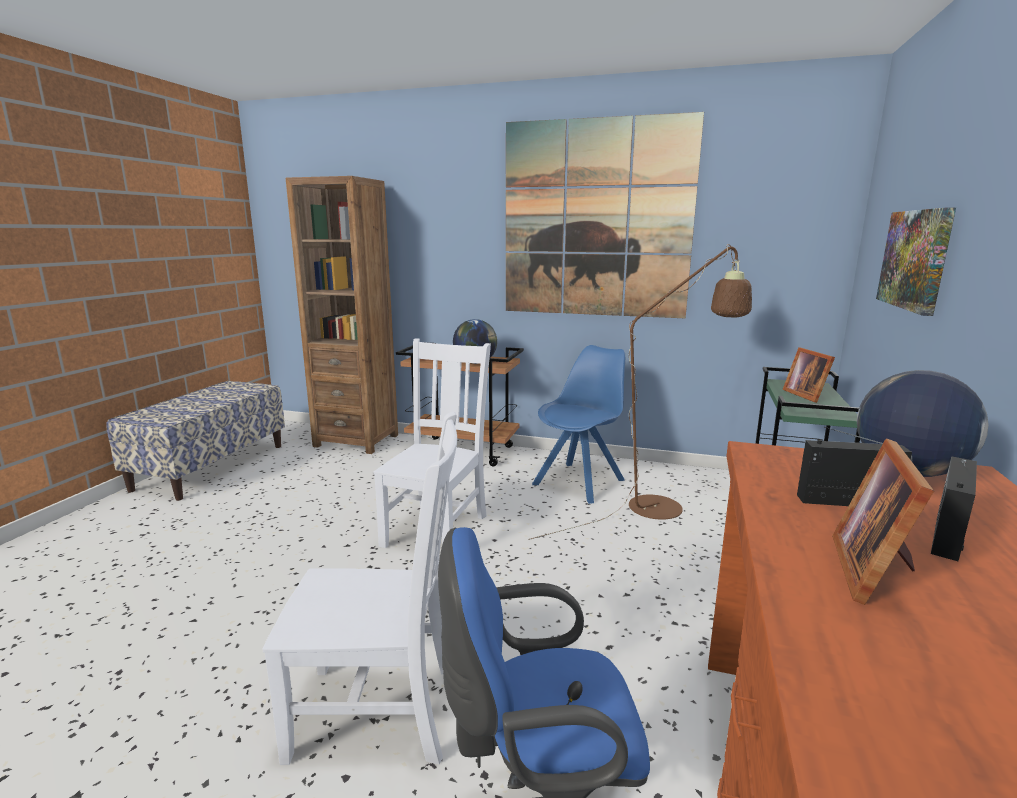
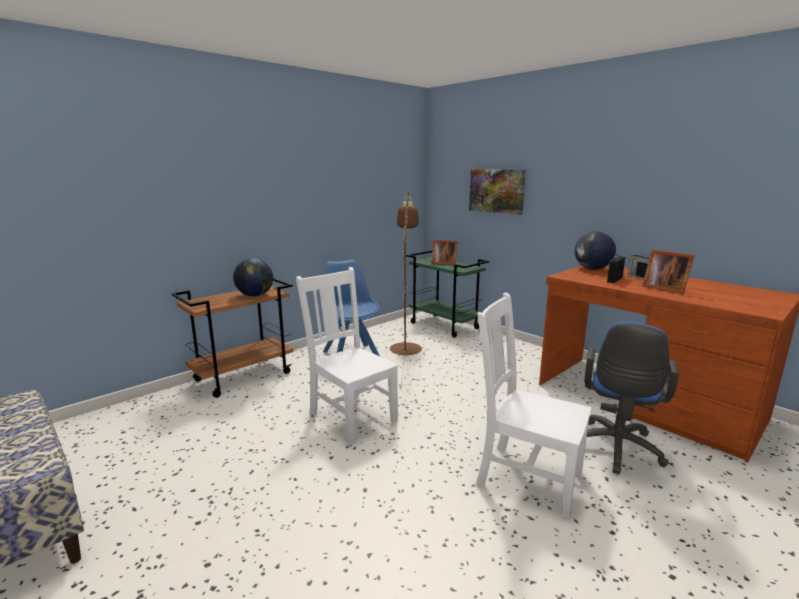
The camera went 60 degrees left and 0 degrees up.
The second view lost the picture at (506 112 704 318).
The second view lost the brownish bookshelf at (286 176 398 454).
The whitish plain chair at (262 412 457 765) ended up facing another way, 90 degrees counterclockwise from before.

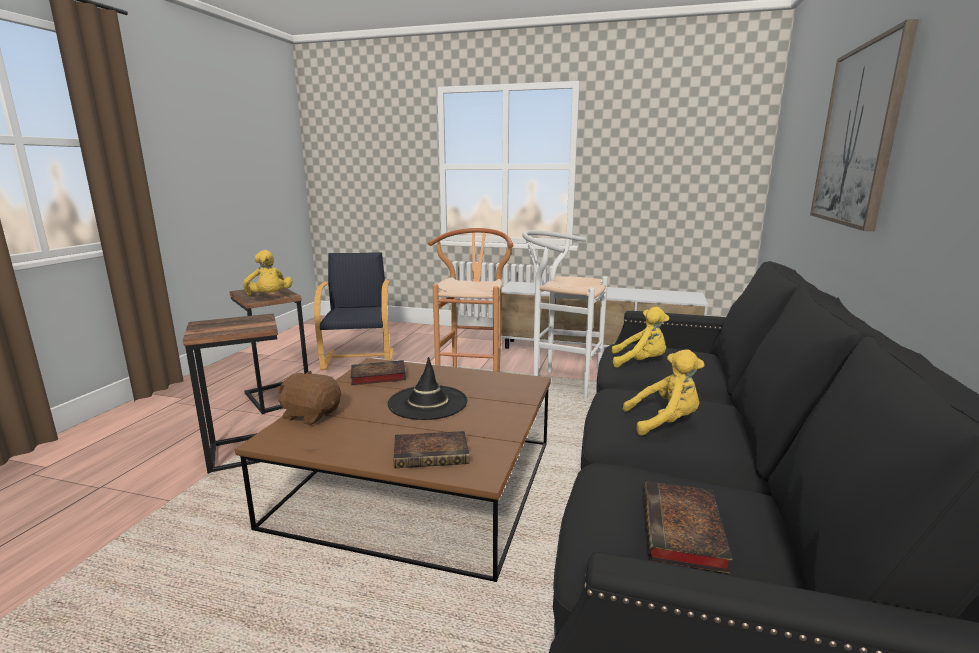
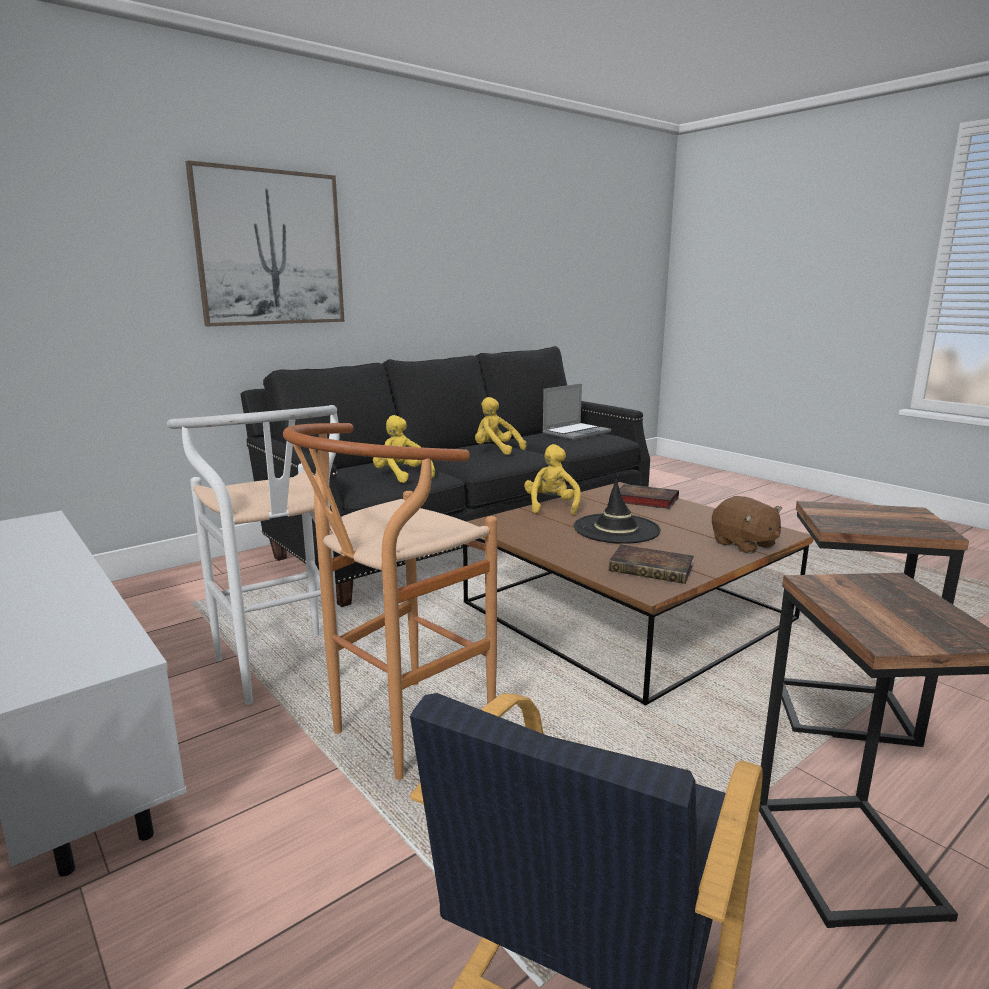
The camera went 145 degrees left and 0 degrees up.
The yellowish plush toy ended up elsewhere, having gone from (243 250 293 296) to (524 444 581 515).
Where the book stood at (643 481 733 574), the portable computer came to stand at (542 383 611 440).

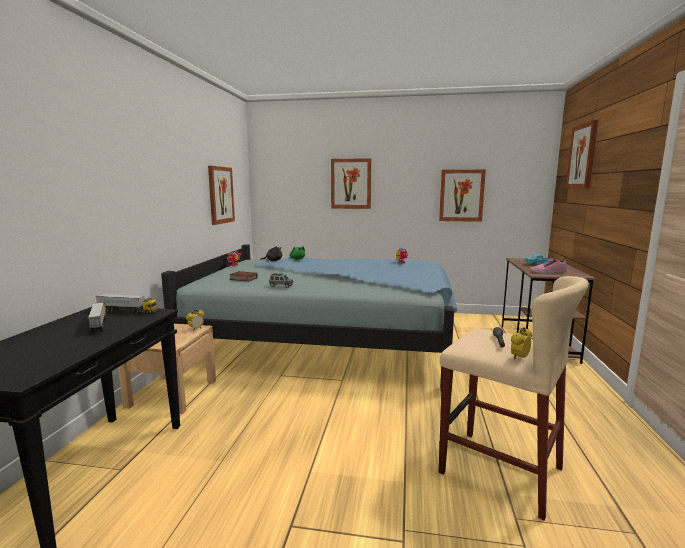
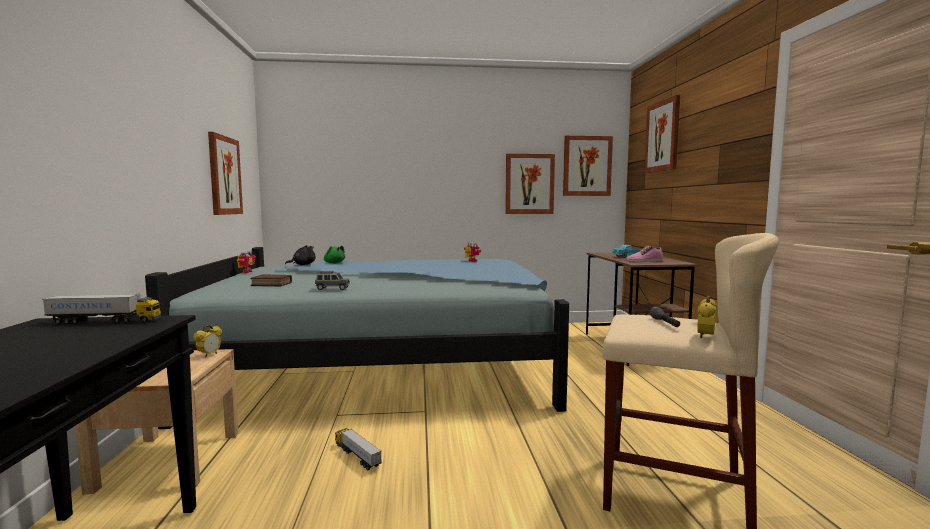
The camera went 15 degrees left and 5 degrees down.
The picture ended up elsewhere, having gone from (331 158 371 209) to (563 136 613 196).
The model truck ended up elsewhere, having gone from (88 302 107 333) to (335 428 382 470).

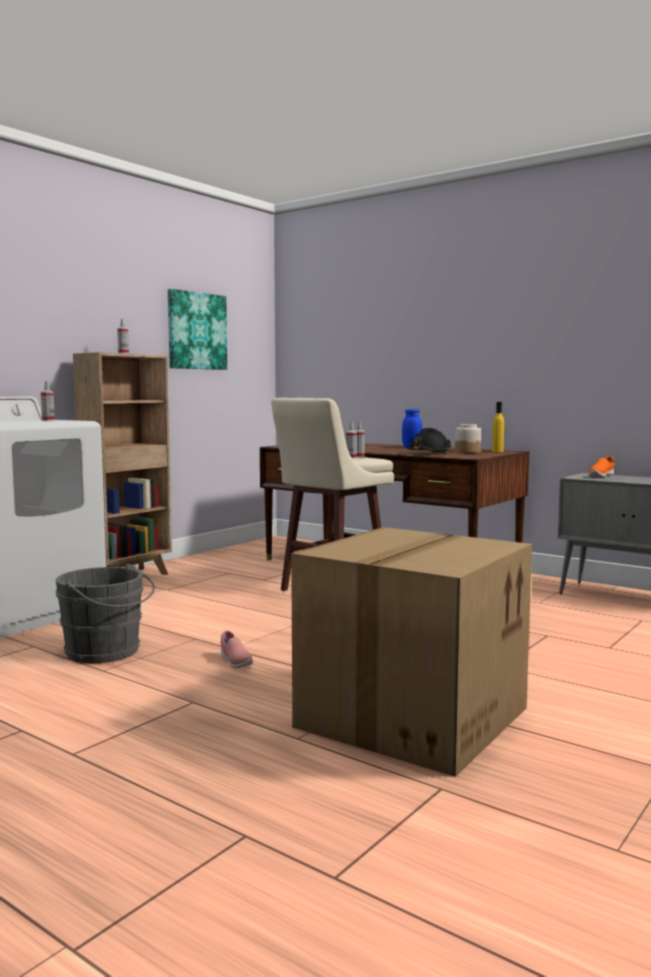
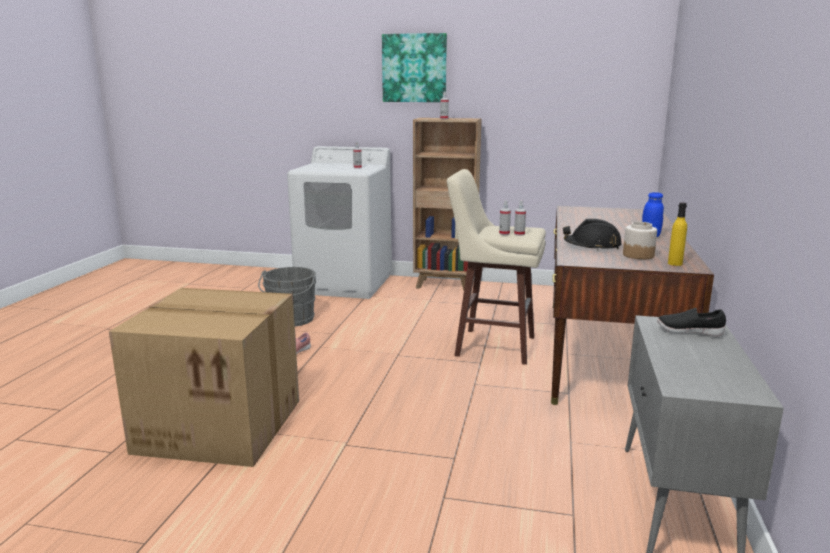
The camera went 65 degrees right and 10 degrees up.
The picture ended up elsewhere, having gone from (168 289 227 370) to (382 33 447 102).
What was the orangey shoe at (589 456 614 477) turned into the black-coloured shoe at (657 308 726 336).

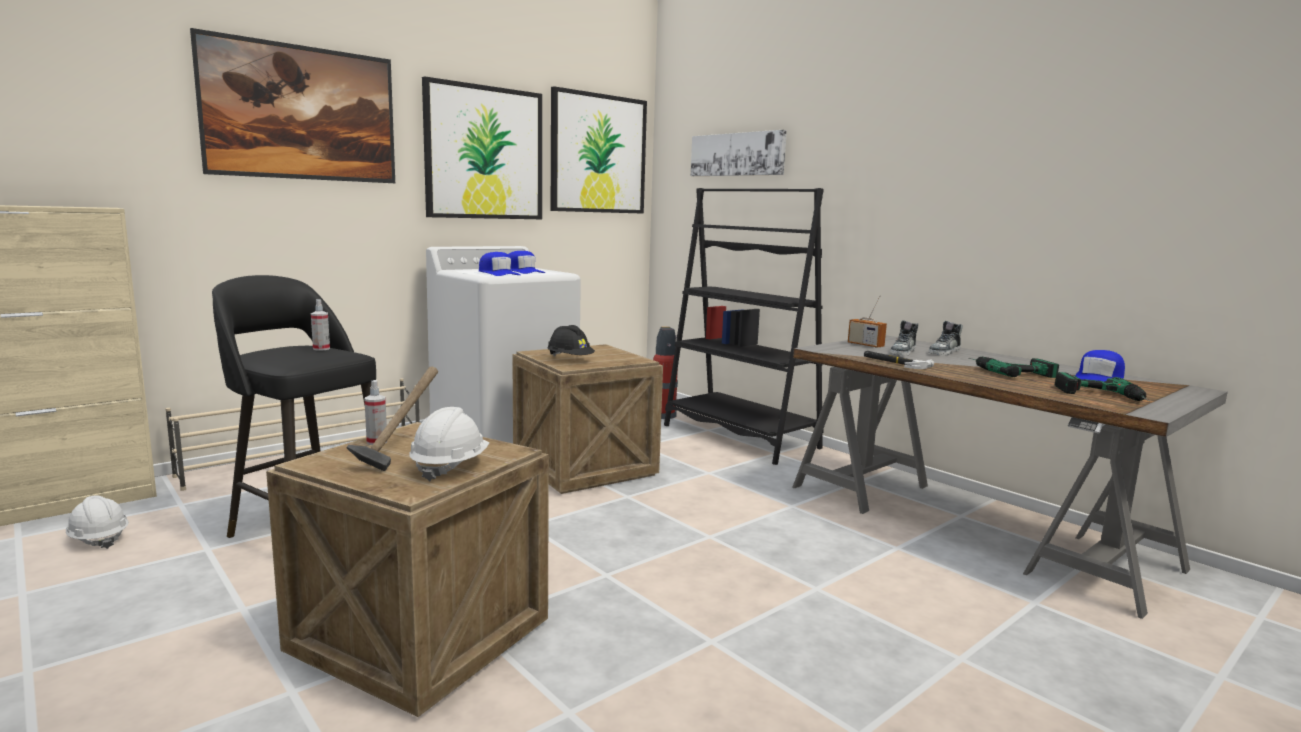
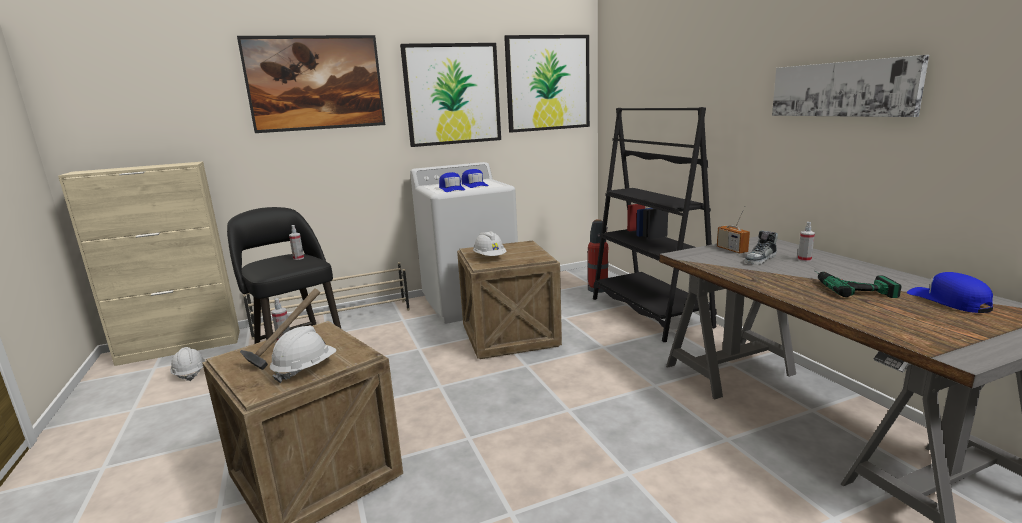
The camera went 20 degrees right and 5 degrees up.
The picture ended up elsewhere, having gone from (691 130 787 176) to (772 55 929 117).
Where the shoe stood at (929 321 963 356), the spray bottle came to stand at (798 222 815 262).
What was the black-coloured hard hat at (547 325 595 357) turned into the whitish hard hat at (473 231 507 256).
The blue baseball cap at (1075 350 1125 381) ended up facing another way, 105 degrees clockwise from before.
The second view lost the hammer at (864 351 934 369).
The second view lost the drill at (1055 372 1150 401).

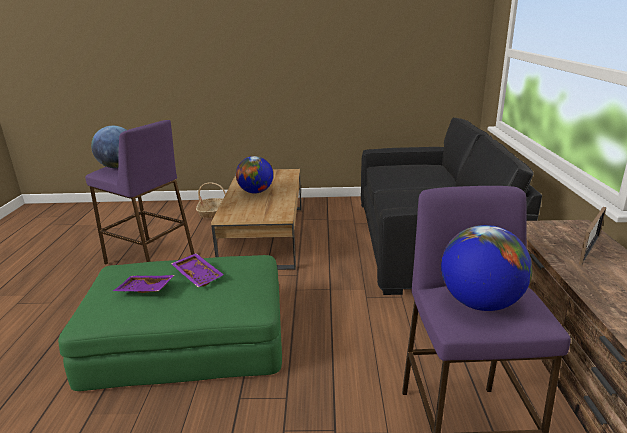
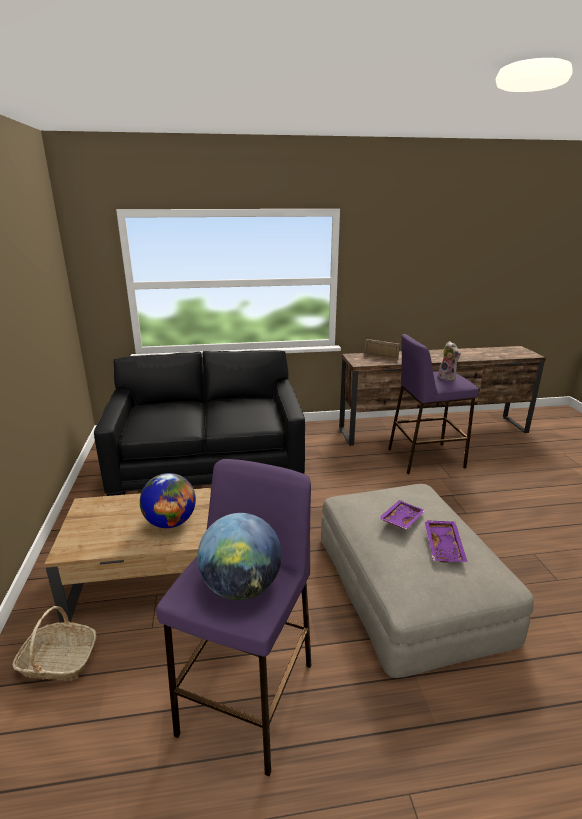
The camera went 100 degrees left and 0 degrees up.
Where the world globe stood at (441 225 532 311), the plush toy came to stand at (437 341 461 381).
What was the green-coloured ottoman at (58 255 282 391) turned into the sand-coloured ottoman at (321 484 534 678).

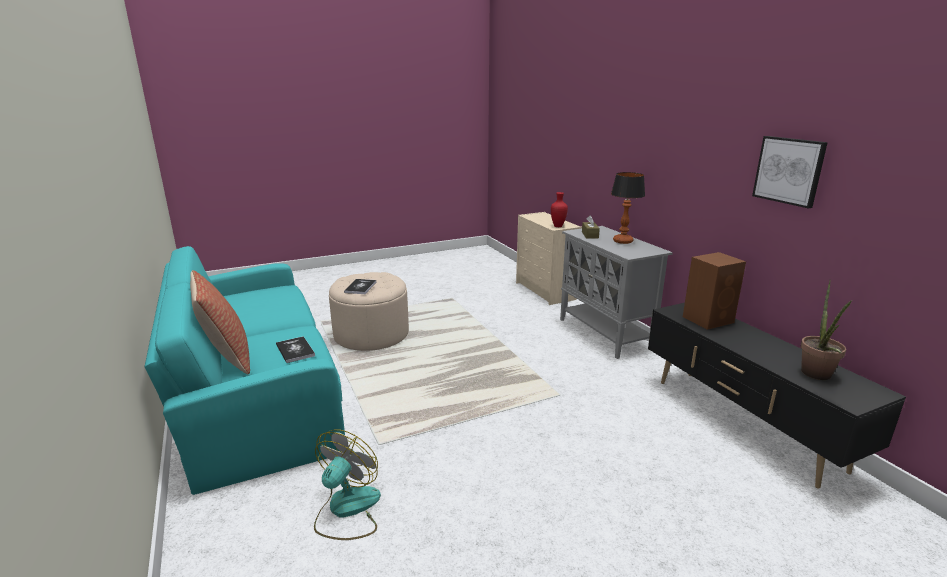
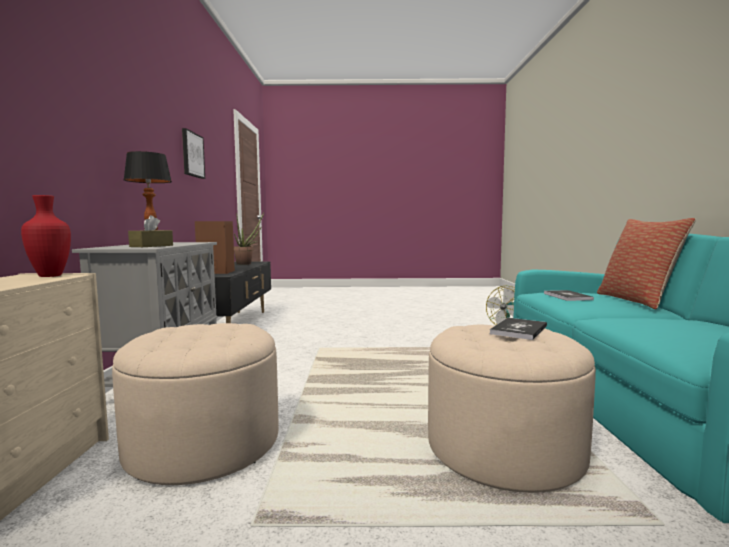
The camera went 155 degrees left and 15 degrees down.
The second view gained the sand-coloured ottoman at (112 323 278 485).

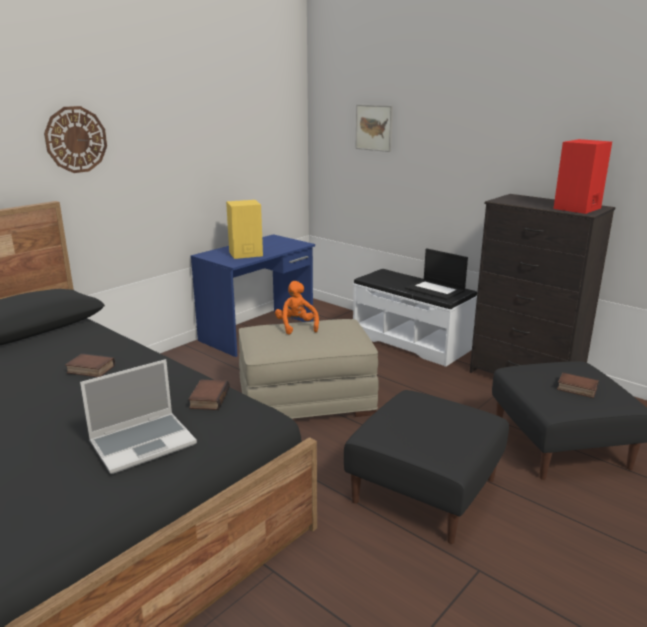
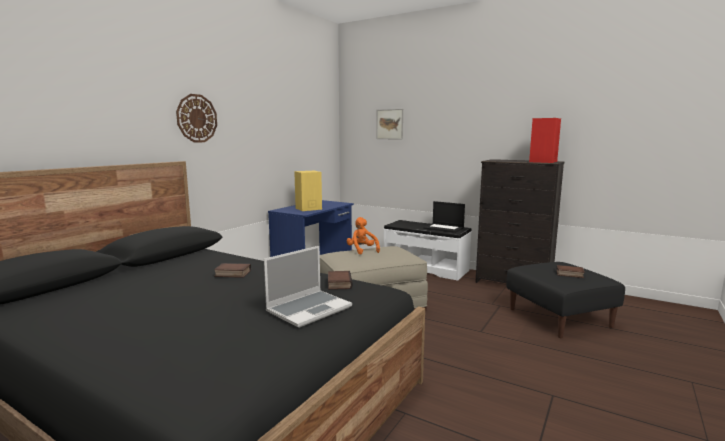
The camera went 10 degrees left and 10 degrees down.
The second view lost the black-coloured ottoman at (344 390 509 544).

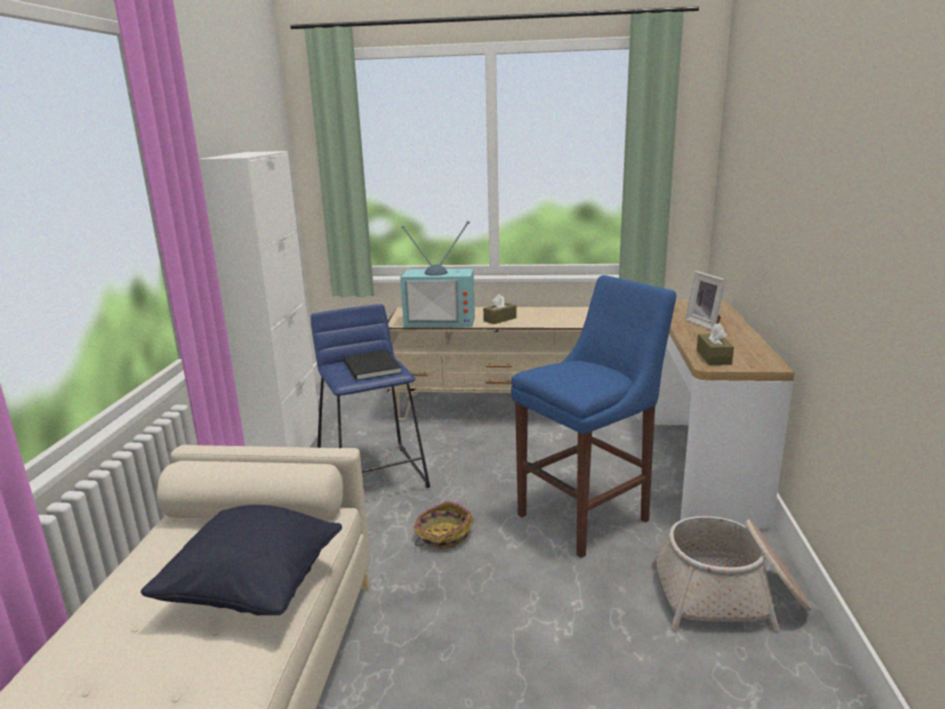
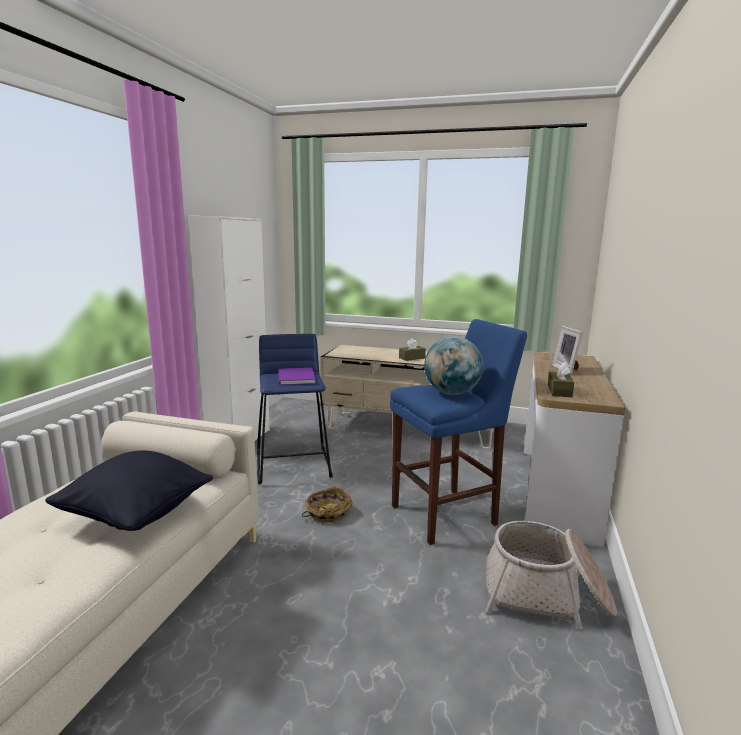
The camera went 10 degrees right and 5 degrees down.
The second view lost the TV at (400 221 475 327).
What was the black-coloured book at (343 350 402 381) turned into the purple book at (279 368 316 385).
The second view gained the world globe at (424 336 484 395).

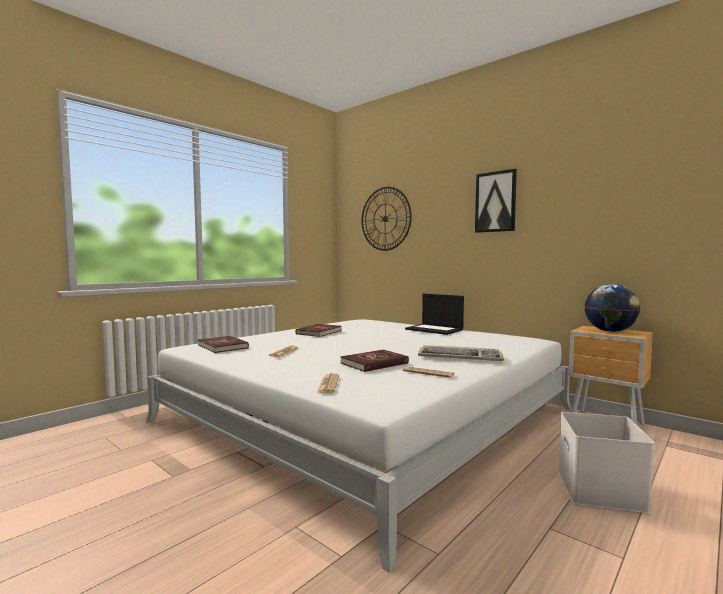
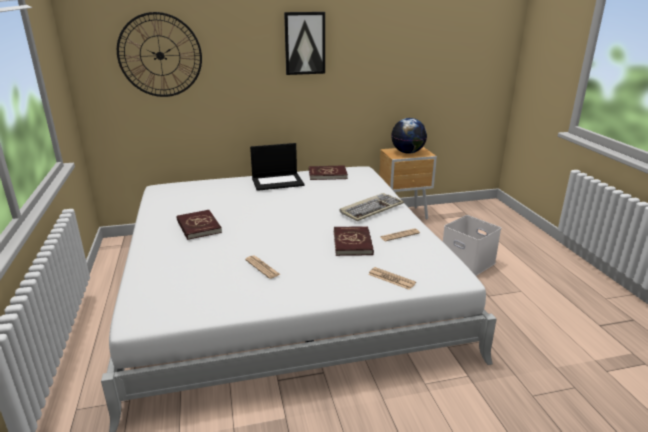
The camera went 55 degrees left and 20 degrees up.
The red book ended up elsewhere, having gone from (198 336 249 353) to (309 165 348 180).

